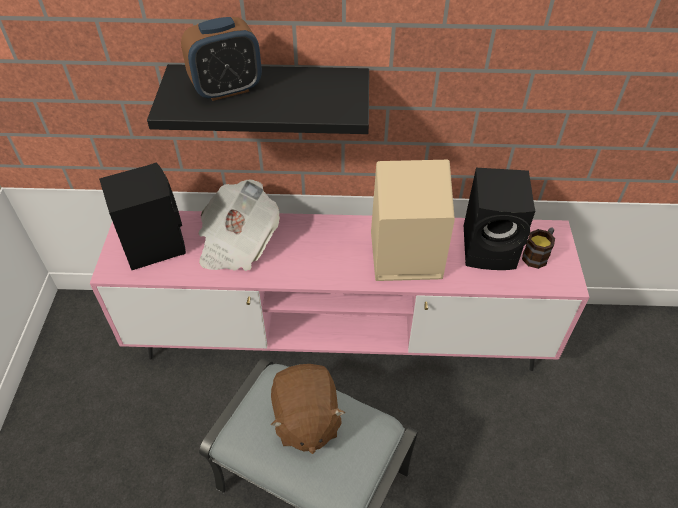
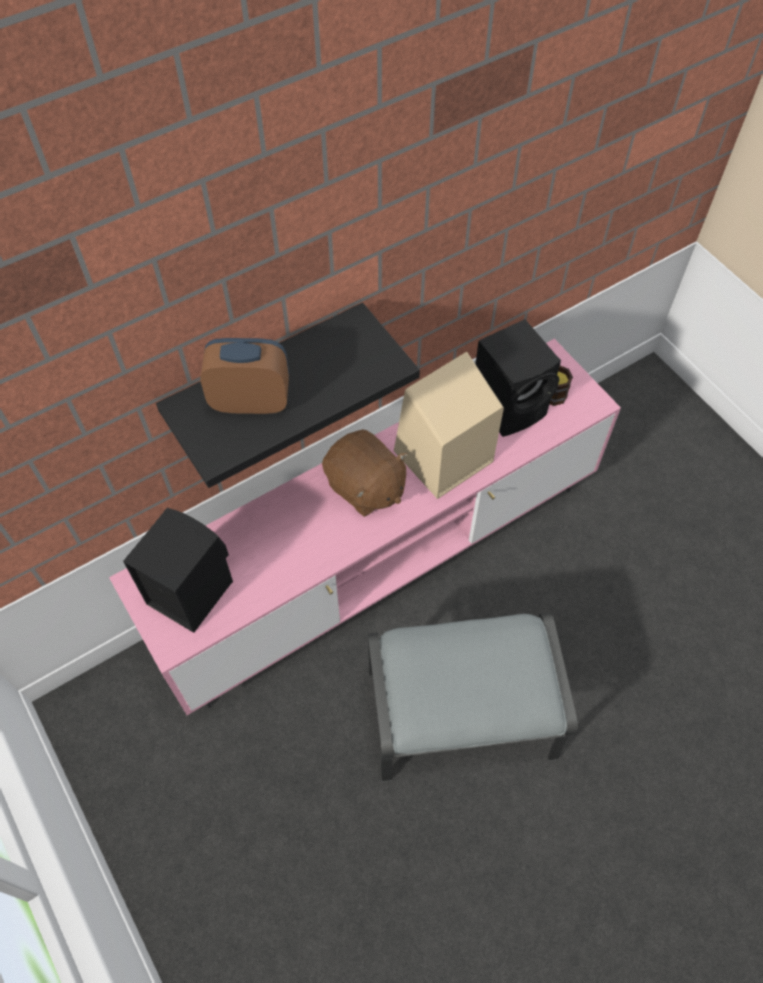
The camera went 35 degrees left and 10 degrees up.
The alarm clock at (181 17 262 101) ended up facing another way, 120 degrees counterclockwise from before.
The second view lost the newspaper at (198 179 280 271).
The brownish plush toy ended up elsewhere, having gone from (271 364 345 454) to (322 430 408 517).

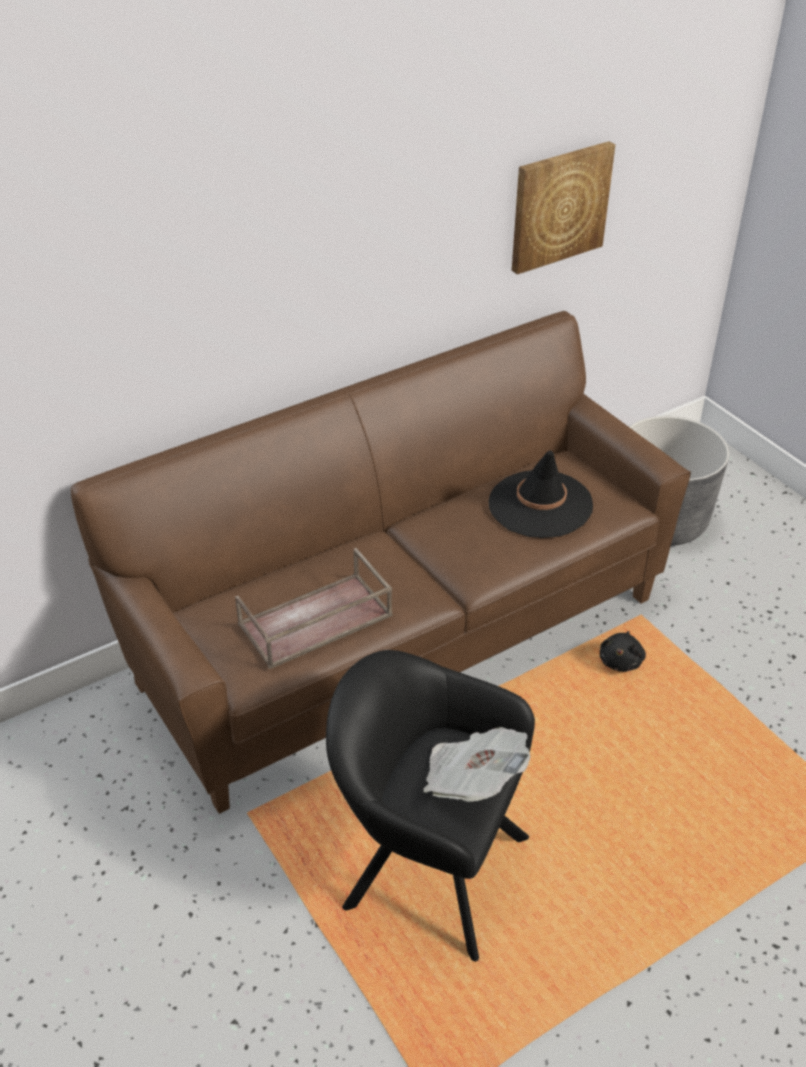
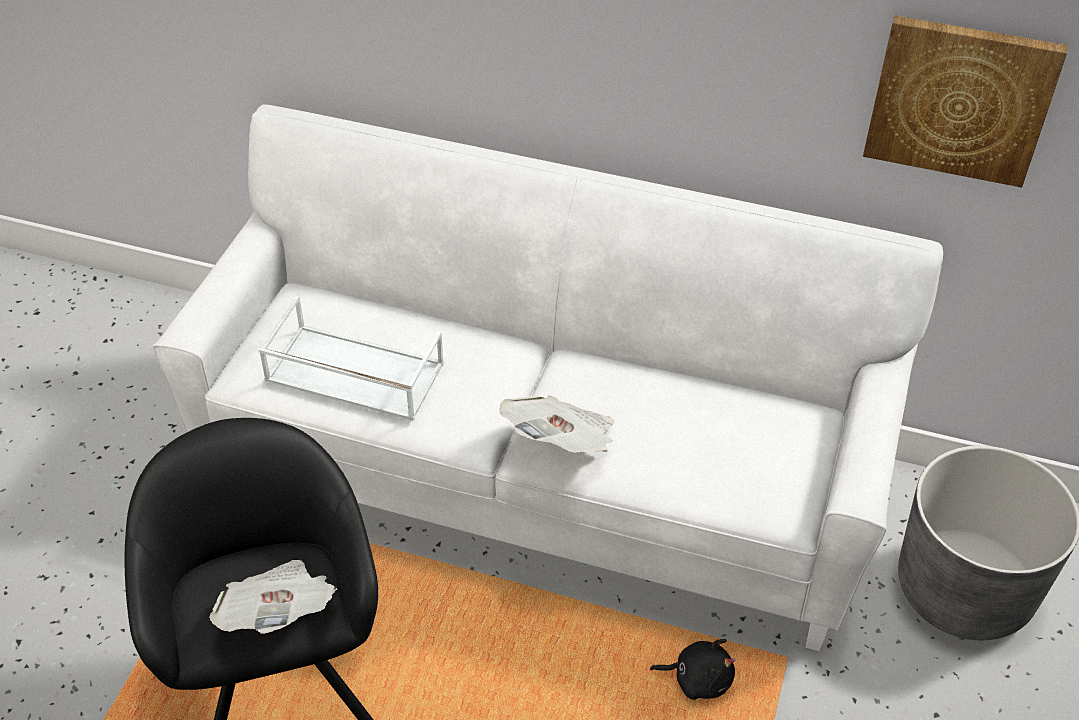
The camera went 50 degrees right and 5 degrees up.
What was the brownish sofa at (71 311 691 814) turned into the whitish sofa at (153 104 943 651).
The second view lost the black-coloured clothing hat at (489 451 593 538).
What was the brownish tray at (235 548 393 669) turned into the whitish tray at (259 296 444 421).
The black-coloured plush toy at (600 631 646 672) ended up facing another way, 150 degrees counterclockwise from before.
The second view gained the newspaper at (499 395 614 453).

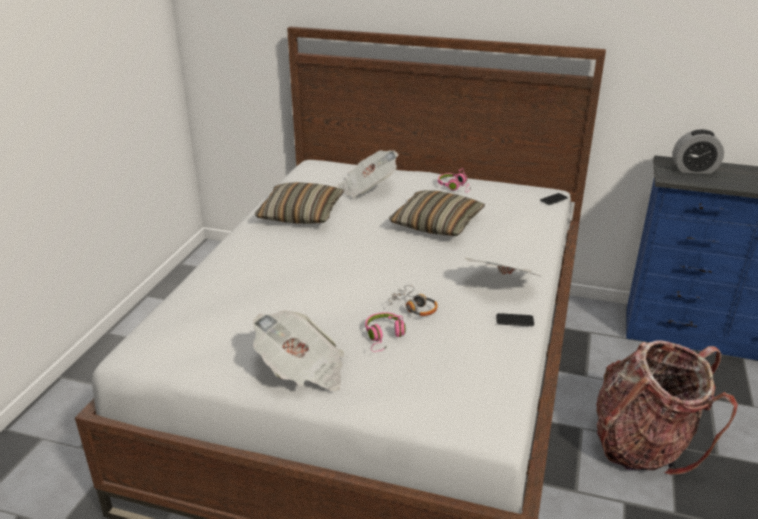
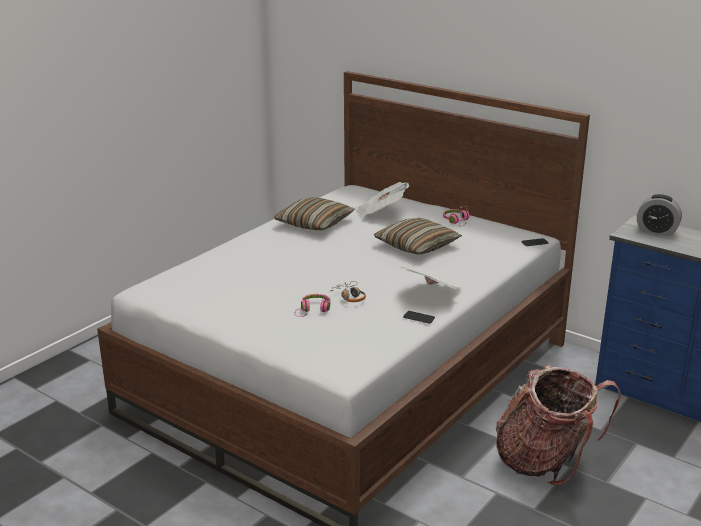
The camera went 20 degrees right and 5 degrees down.
The second view lost the newspaper at (253 311 344 391).

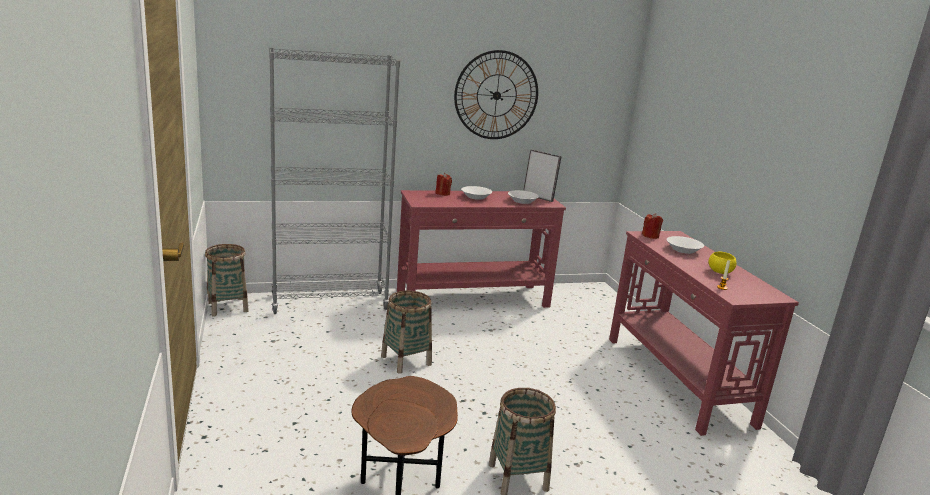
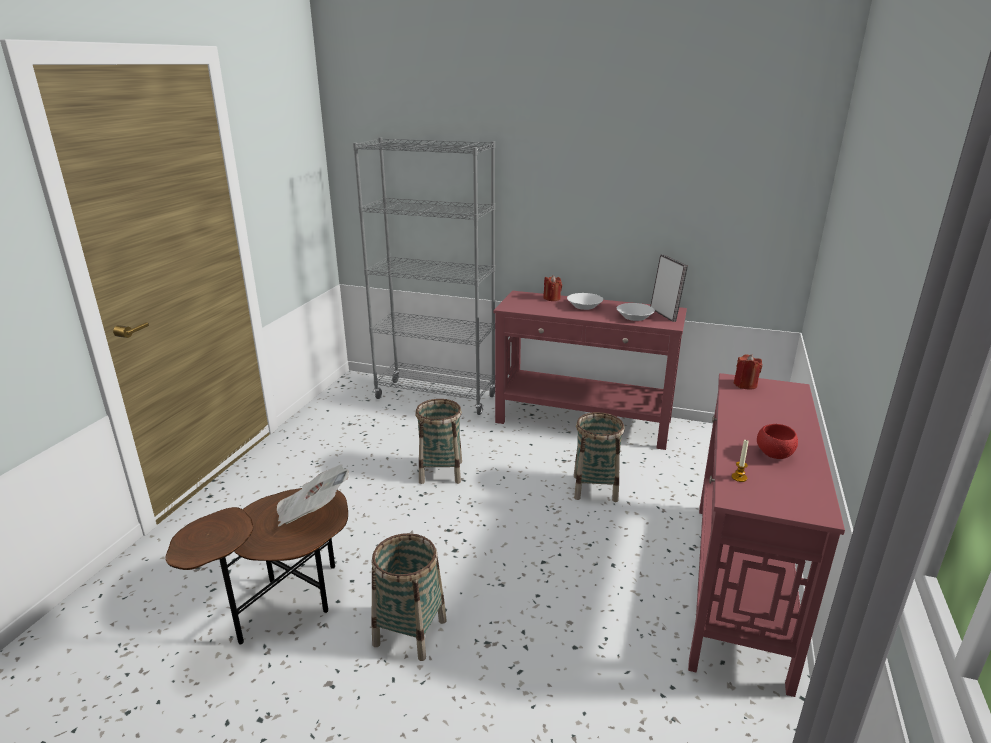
The camera went 35 degrees right and 5 degrees up.
The second view lost the clock on the wall at (454 50 538 139).
The second view lost the whitish deep dish at (667 236 704 254).
The household basket ended up elsewhere, having gone from (205 244 249 316) to (574 412 624 502).
What was the yellowish deep dish at (709 252 736 274) turned into the red deep dish at (757 424 798 459).
The second view gained the newspaper at (277 464 349 527).

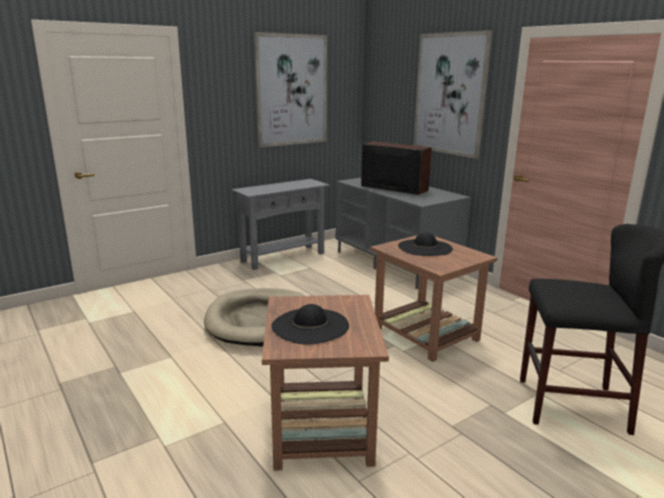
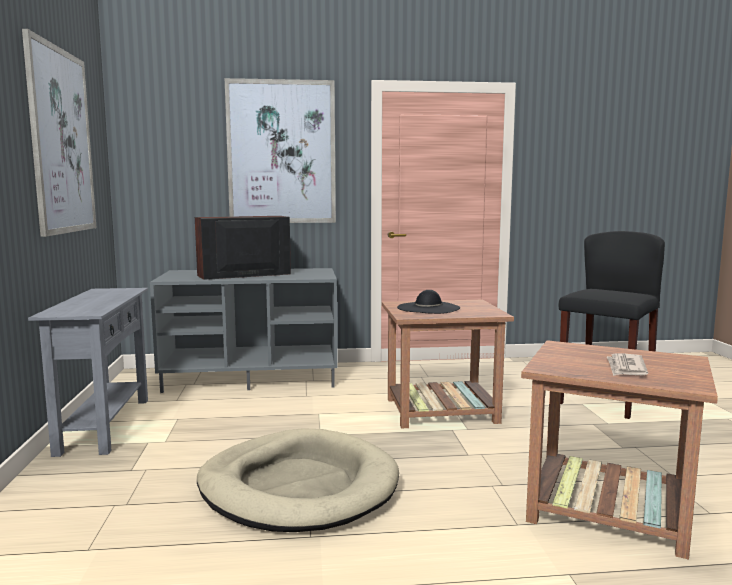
The camera went 60 degrees left and 10 degrees down.
Where the black-coloured clothing hat stood at (272 304 349 344), the newspaper came to stand at (607 354 648 376).

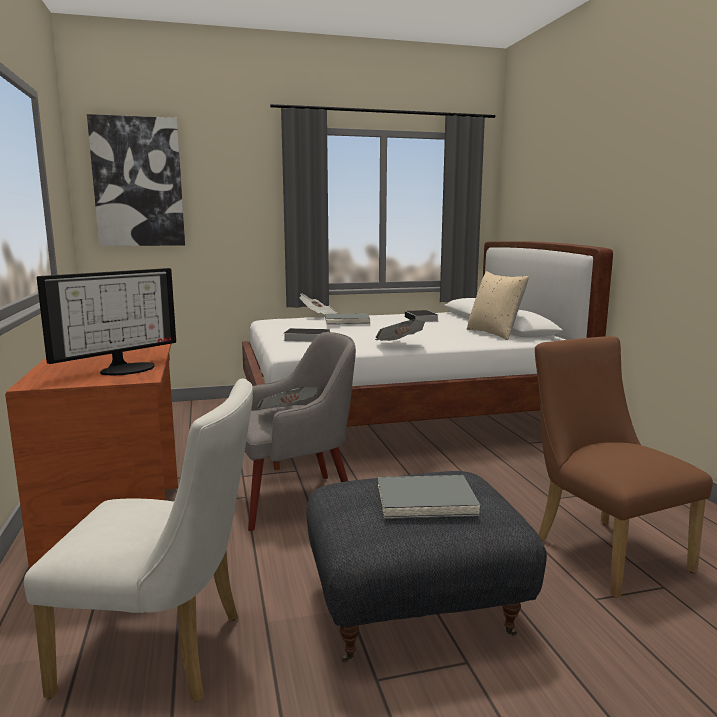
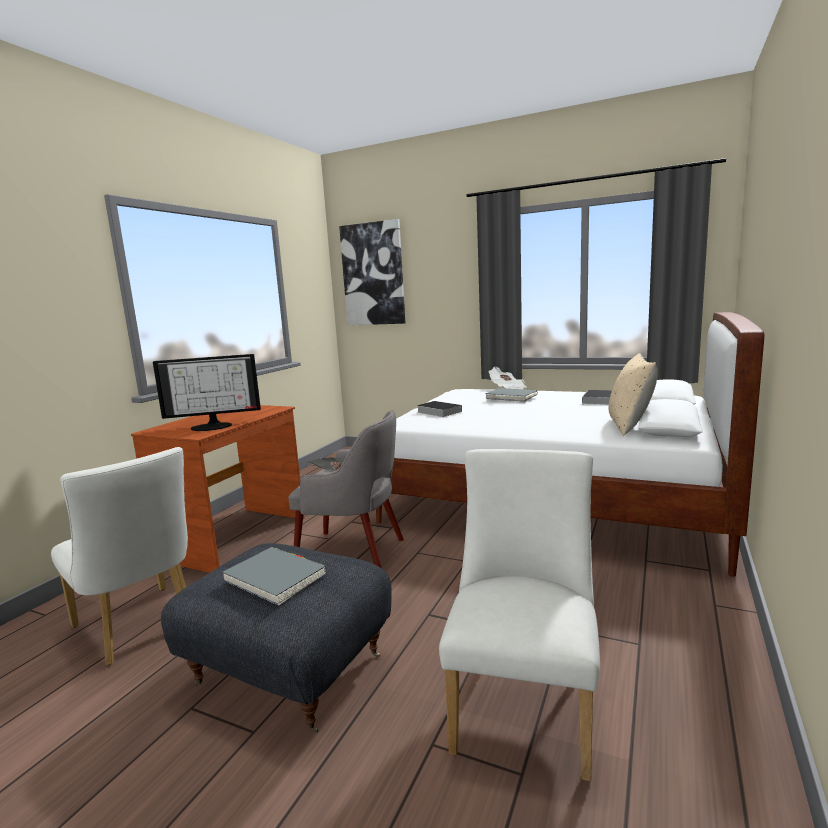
The camera went 40 degrees right and 0 degrees up.
The second view lost the newspaper at (375 319 425 341).
What was the brownish plain chair at (535 336 713 598) turned into the whitish plain chair at (439 449 600 781).

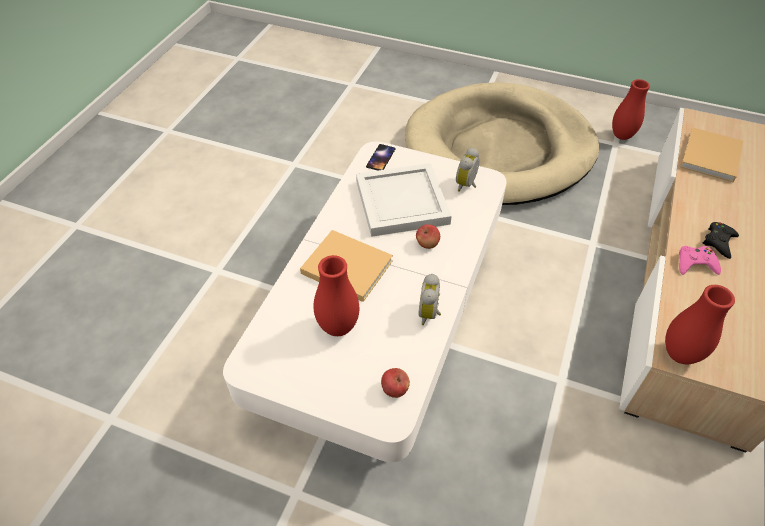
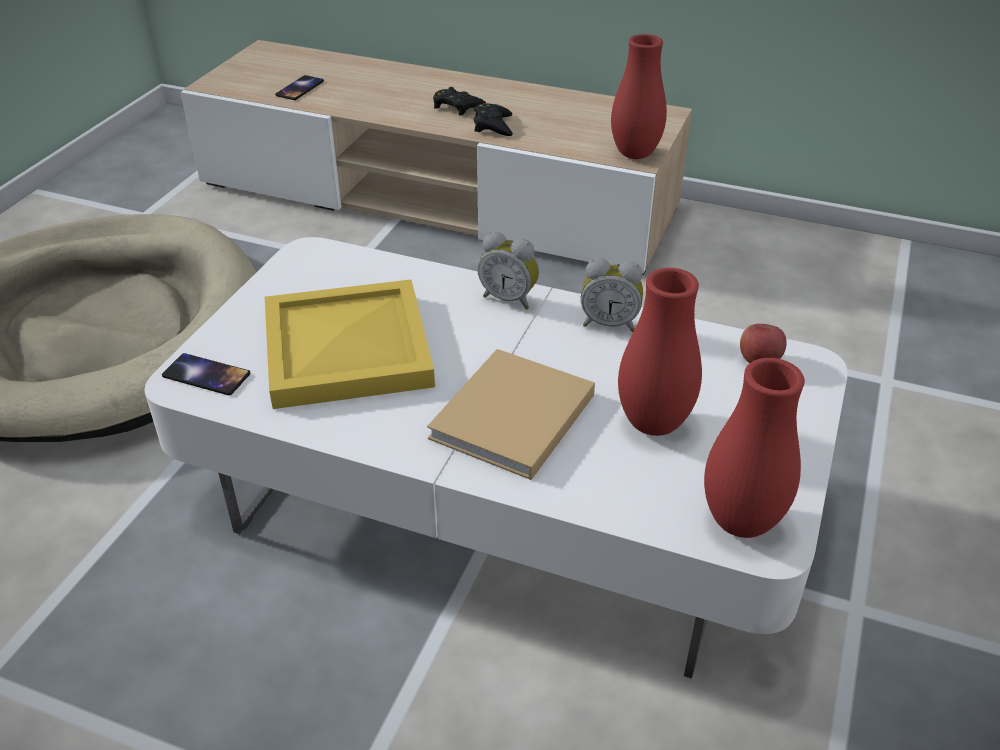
The camera went 90 degrees left and 10 degrees down.
The red vase ended up elsewhere, having gone from (612 79 650 140) to (704 358 805 538).
Where the sand-coloured book stood at (680 127 743 182), the handset came to stand at (275 75 324 100).
The alarm clock ended up elsewhere, having gone from (456 148 480 192) to (477 232 539 309).
What was the whitish tray at (356 163 452 237) turned into the yellowish tray at (265 279 435 409).
The second view lost the apple at (416 224 440 249).
What was the pink joypad at (679 246 721 275) turned into the black-coloured joypad at (474 103 513 136).

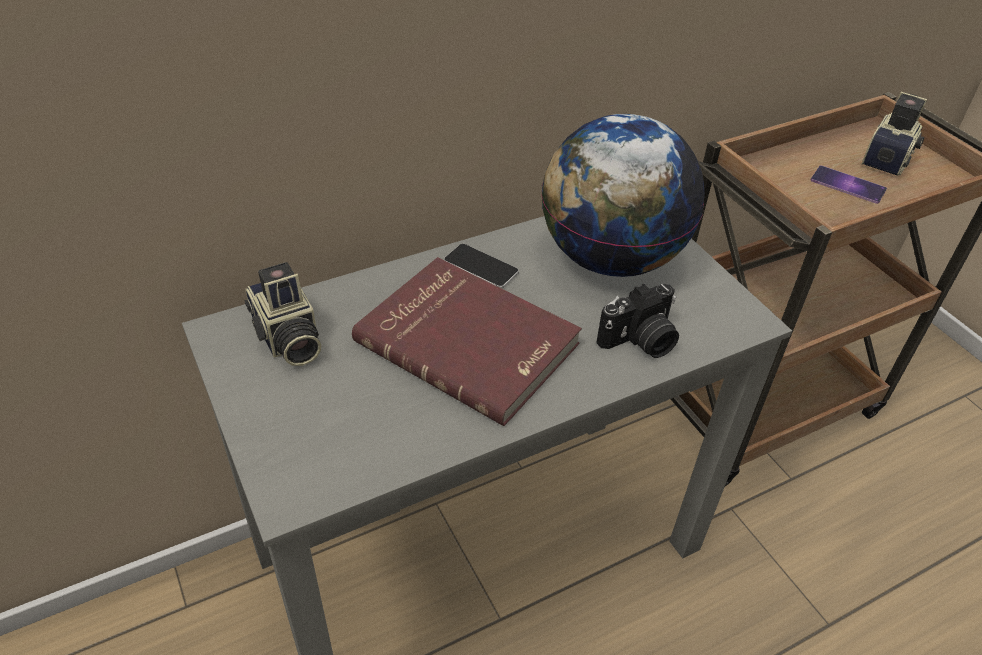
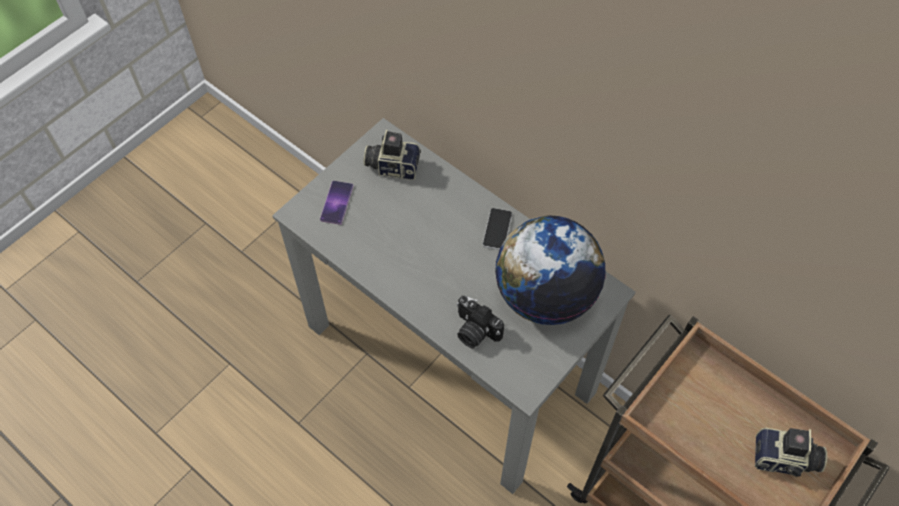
The camera went 70 degrees right and 15 degrees up.
The handset ended up elsewhere, having gone from (811 165 887 204) to (320 181 353 225).
The second view lost the red book at (352 257 582 426).
The photo camera at (244 262 321 366) ended up facing another way, 60 degrees clockwise from before.

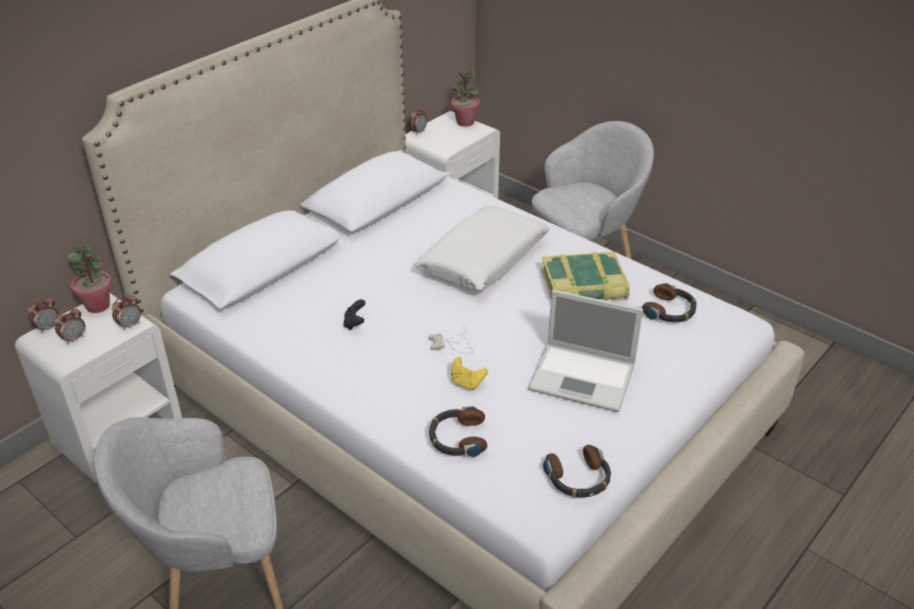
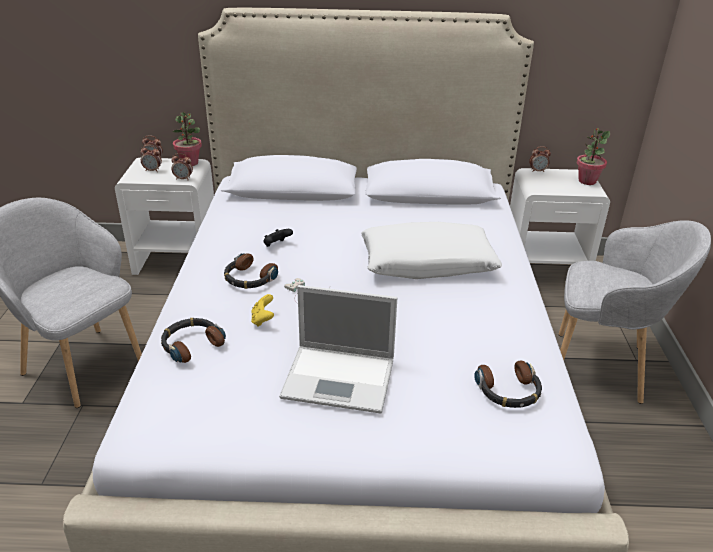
The camera went 50 degrees right and 5 degrees down.
The second view lost the book at (541 252 630 300).
The portable computer at (528 290 643 412) ended up facing another way, 60 degrees counterclockwise from before.
The headset ended up elsewhere, having gone from (543 445 611 498) to (224 253 278 289).

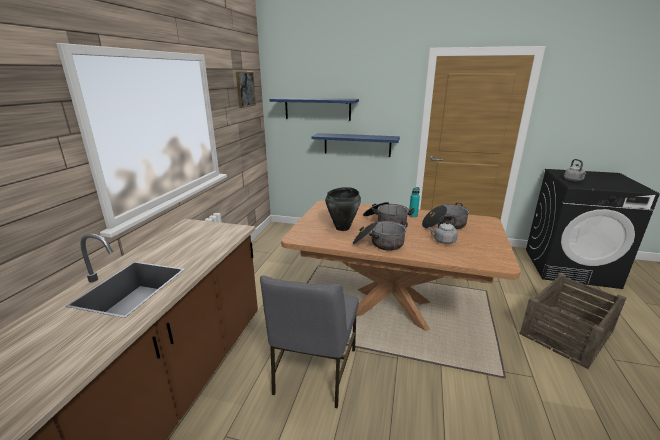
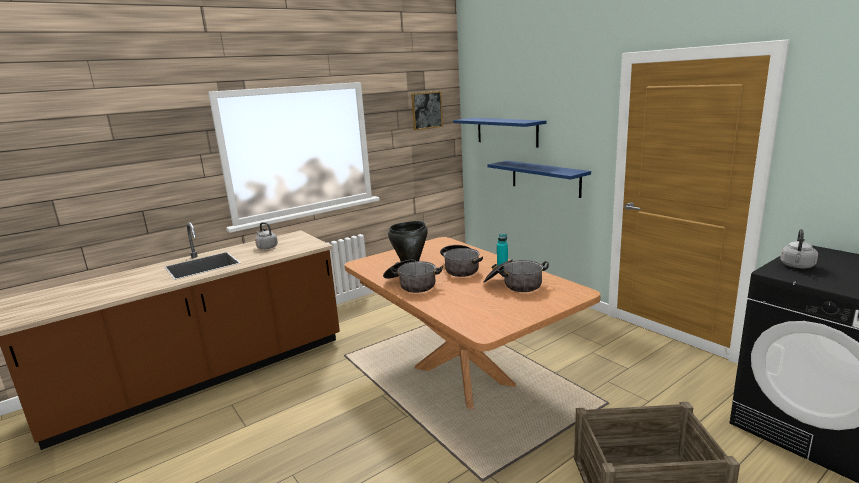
The camera went 40 degrees right and 5 degrees down.
The gray kettle ended up elsewhere, having gone from (428 215 458 244) to (255 222 278 249).
The second view lost the gray plain chair at (260 275 359 408).

